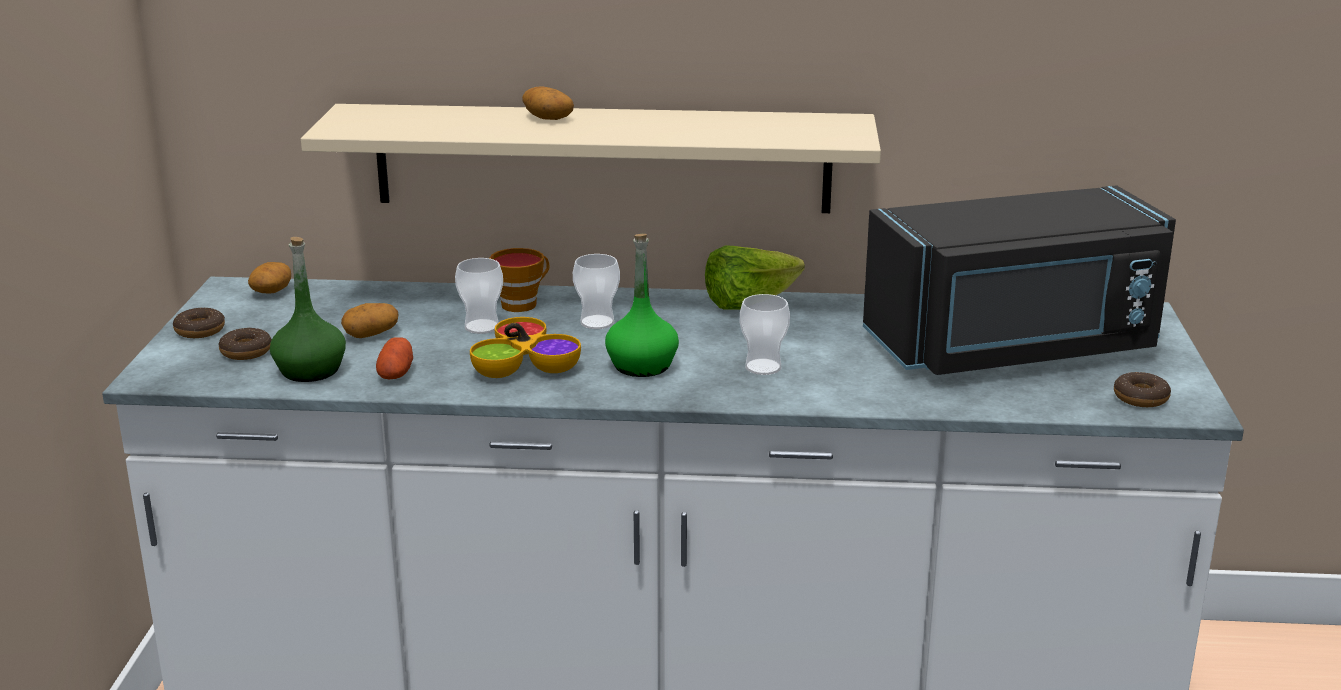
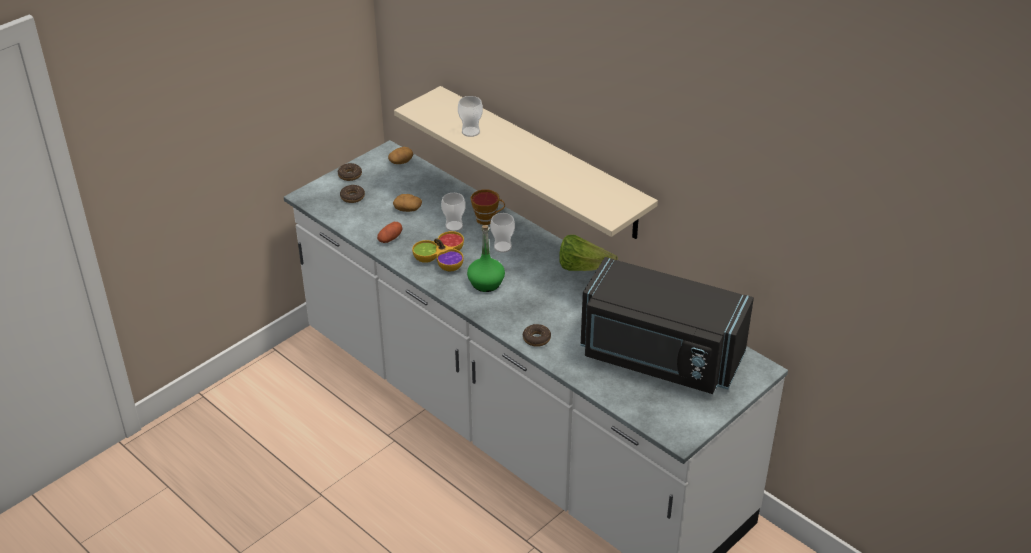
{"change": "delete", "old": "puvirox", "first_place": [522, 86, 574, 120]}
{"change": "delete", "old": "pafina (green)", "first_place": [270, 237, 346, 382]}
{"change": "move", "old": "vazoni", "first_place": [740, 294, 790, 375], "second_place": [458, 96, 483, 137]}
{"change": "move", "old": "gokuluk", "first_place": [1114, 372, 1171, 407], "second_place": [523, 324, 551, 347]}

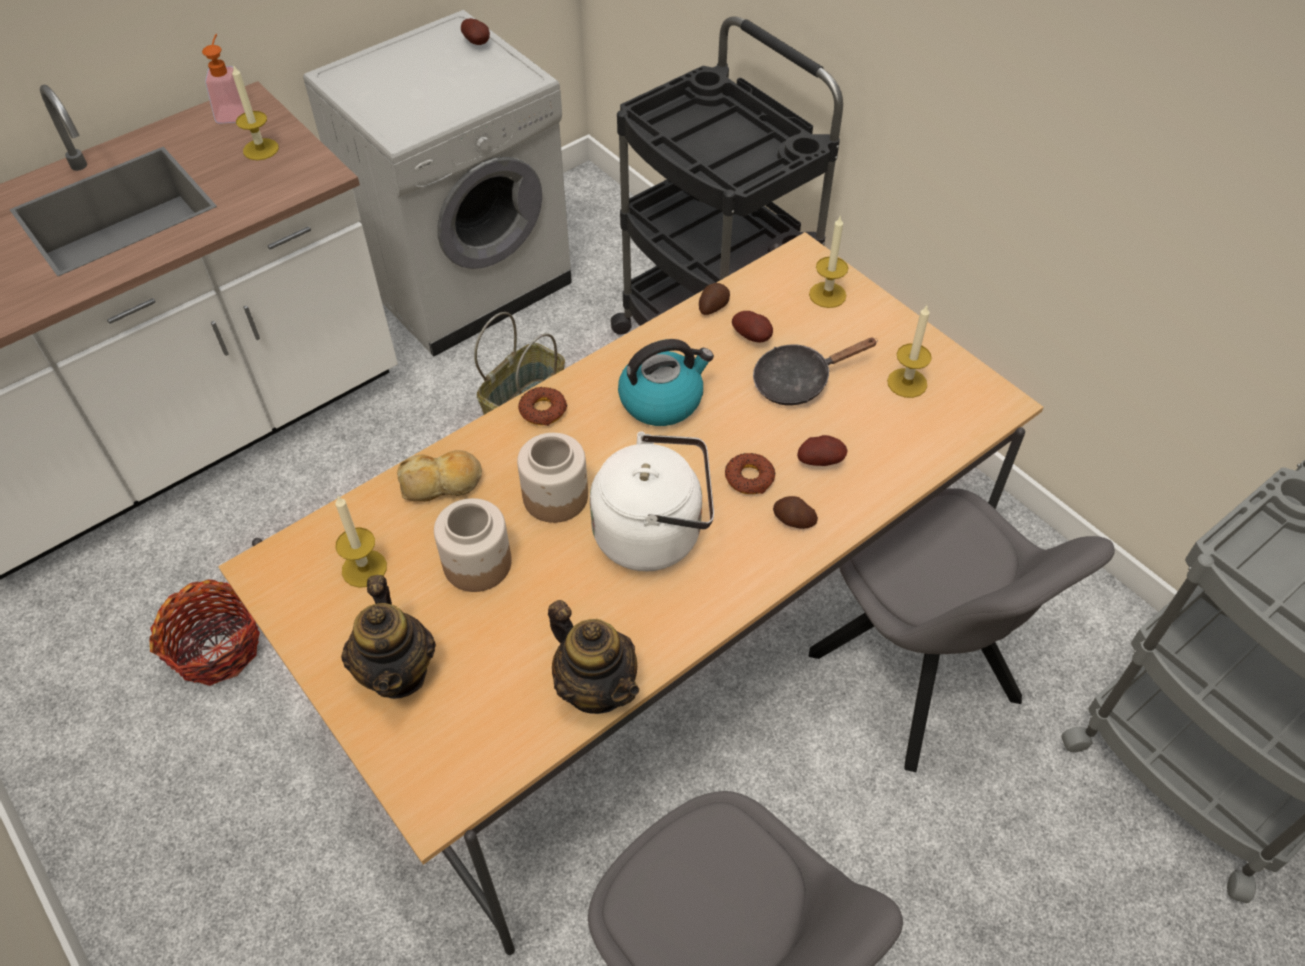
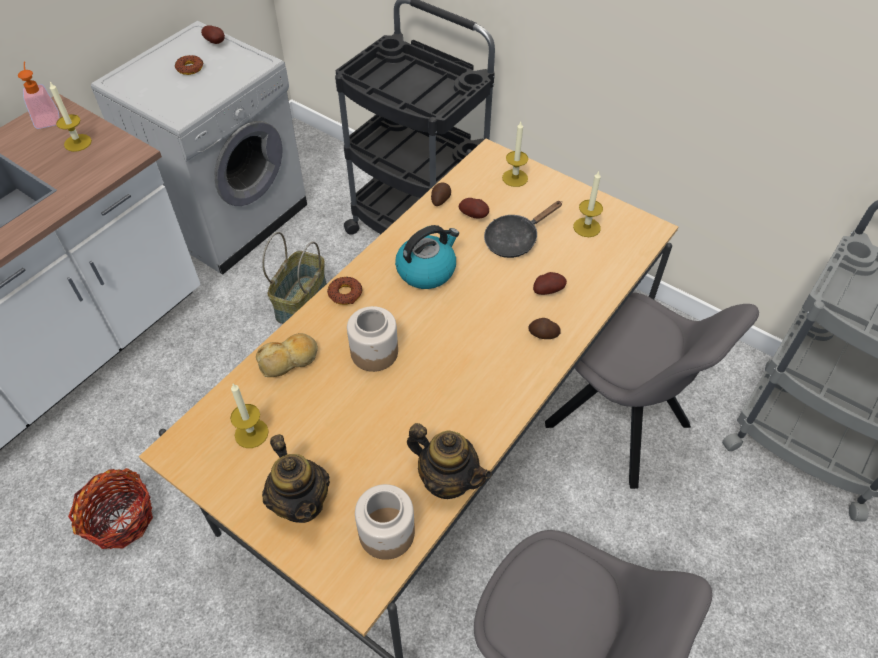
{"change": "delete", "old": "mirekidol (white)", "first_place": [590, 431, 714, 571]}
{"change": "move", "old": "gokuluk", "first_place": [725, 453, 775, 494], "second_place": [175, 55, 203, 75]}
{"change": "move", "old": "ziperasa", "first_place": [434, 498, 512, 592], "second_place": [355, 484, 415, 560]}

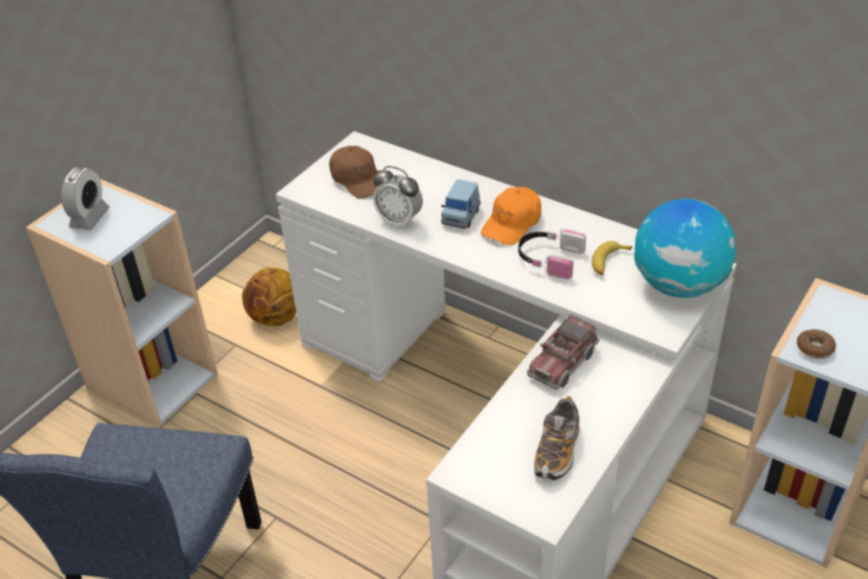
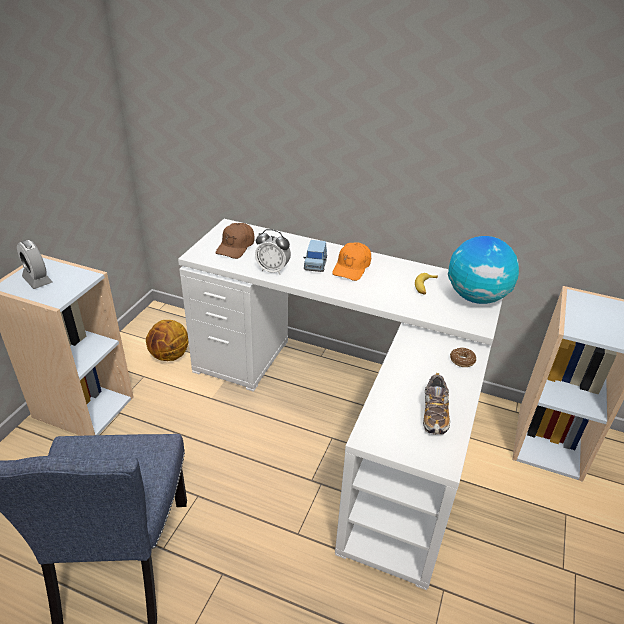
{"change": "rotate", "old": "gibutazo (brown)", "first_place": [329, 146, 379, 199], "second_place": [216, 223, 255, 259], "degrees": 75}
{"change": "rotate", "old": "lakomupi", "first_place": [61, 167, 110, 230], "second_place": [17, 240, 53, 289], "degrees": 135}
{"change": "delete", "old": "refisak", "first_place": [518, 228, 586, 279]}
{"change": "delete", "old": "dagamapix", "first_place": [527, 315, 600, 390]}
{"change": "move", "old": "gokuluk", "first_place": [797, 329, 836, 359], "second_place": [450, 348, 476, 367]}

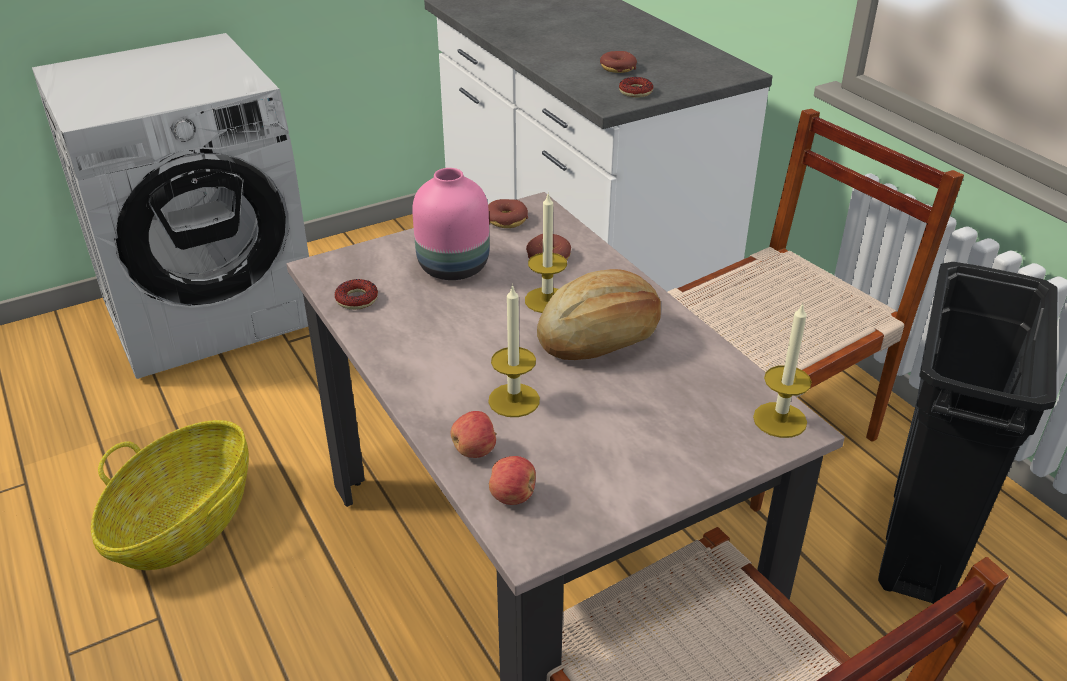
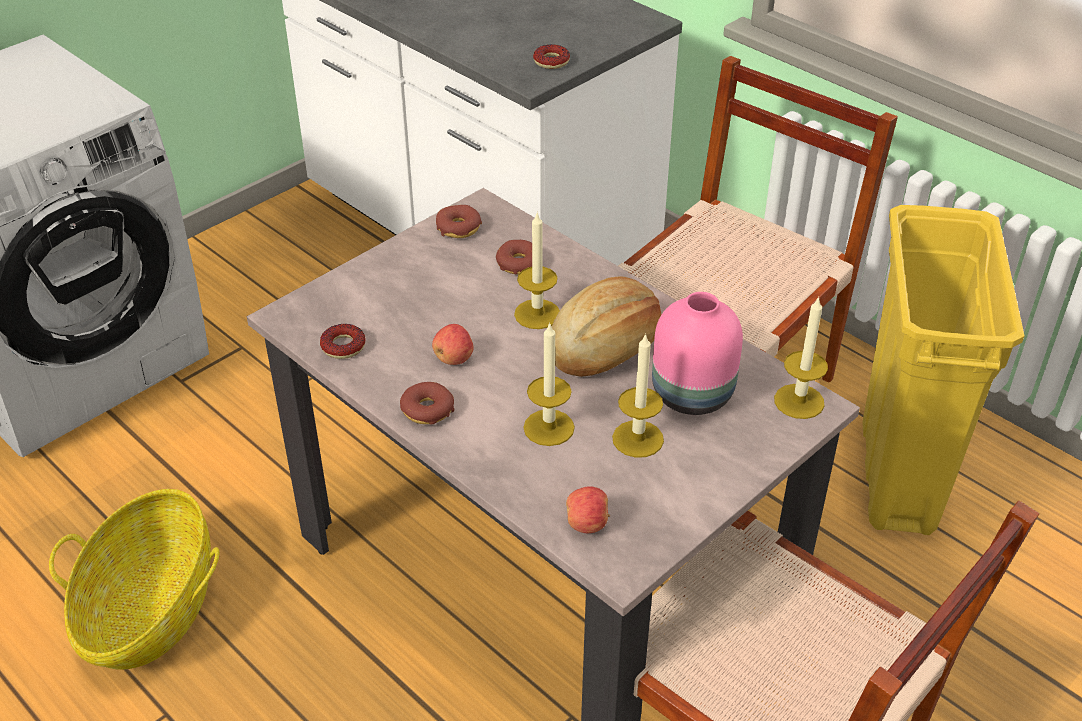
{"change": "move", "old": "gokuluk", "first_place": [600, 51, 637, 73], "second_place": [400, 382, 454, 425]}
{"change": "move", "old": "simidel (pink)", "first_place": [412, 168, 489, 280], "second_place": [652, 292, 743, 415]}
{"change": "recolor", "old": "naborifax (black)", "new": "naborifax (yellow)", "first_place": [878, 262, 1058, 604], "second_place": [862, 205, 1025, 535]}
{"change": "move", "old": "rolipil", "first_place": [451, 411, 497, 458], "second_place": [432, 324, 474, 365]}
{"change": "insert", "new": "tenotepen", "second_place": [612, 333, 664, 458]}

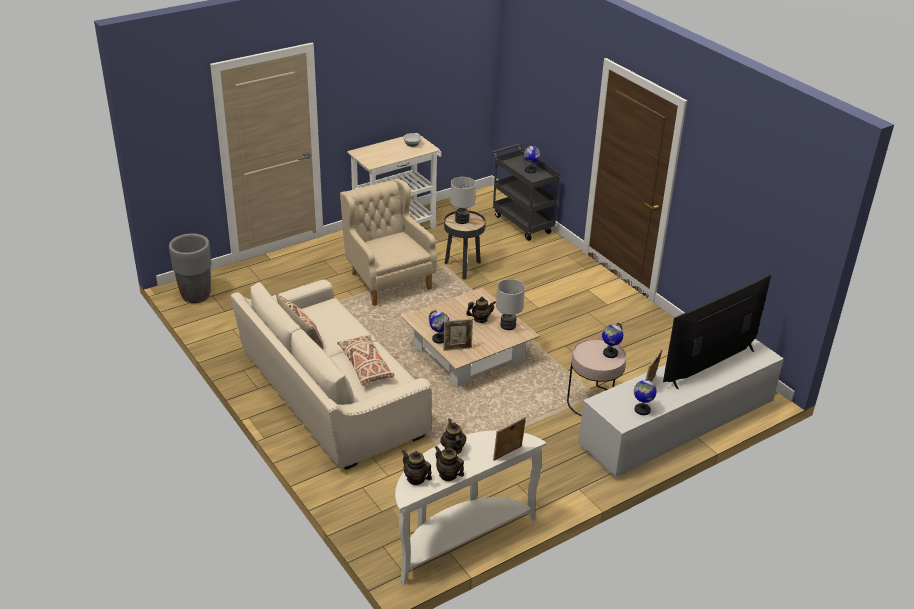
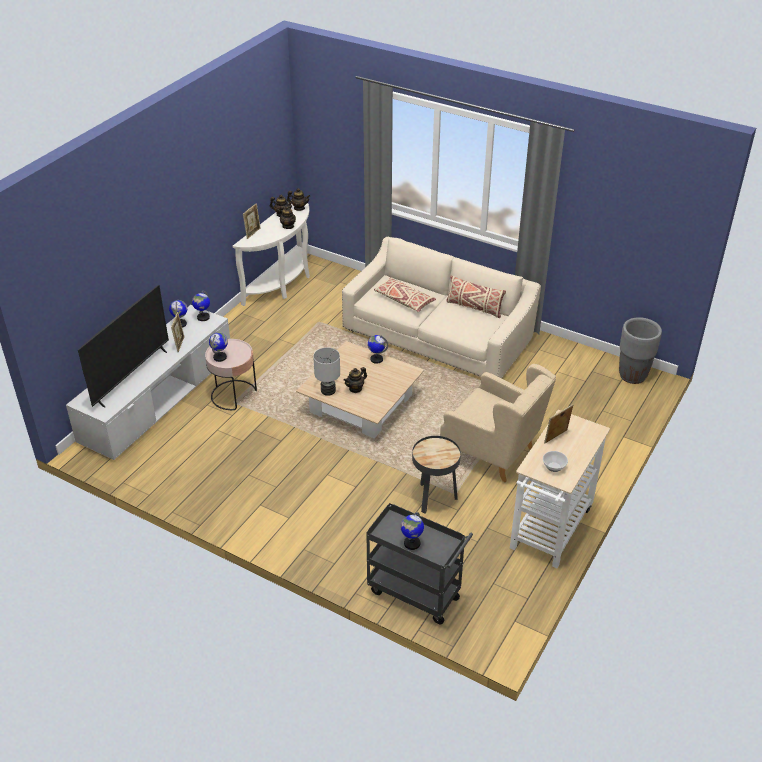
{"change": "delete", "old": "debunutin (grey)", "first_place": [451, 177, 476, 224]}
{"change": "move", "old": "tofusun", "first_place": [443, 319, 473, 351], "second_place": [544, 404, 573, 443]}
{"change": "insert", "new": "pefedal", "second_place": [192, 291, 210, 321]}

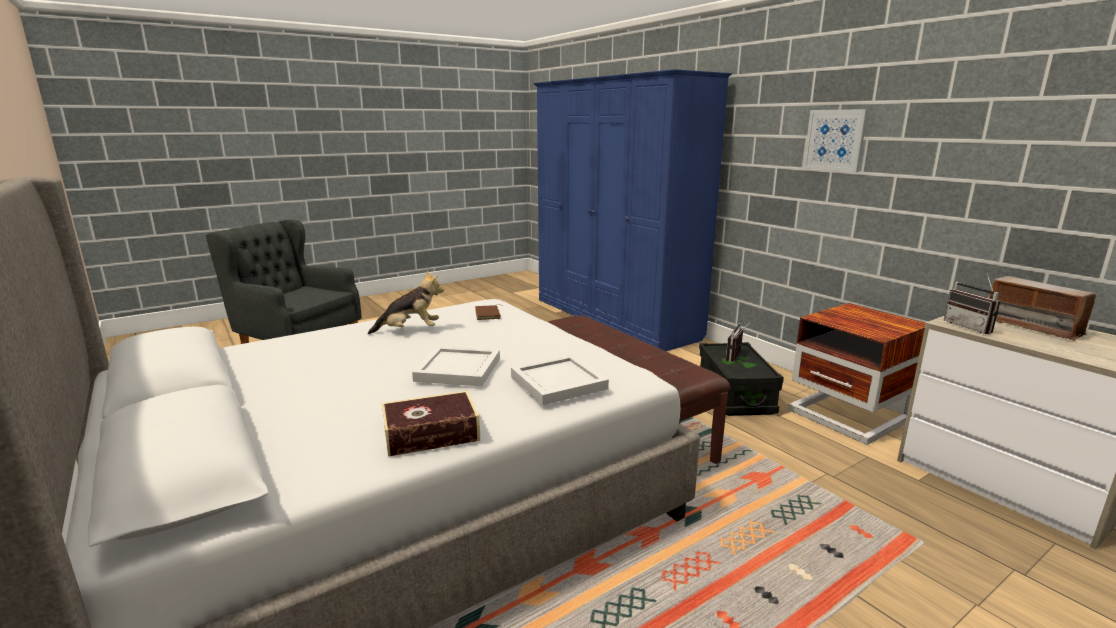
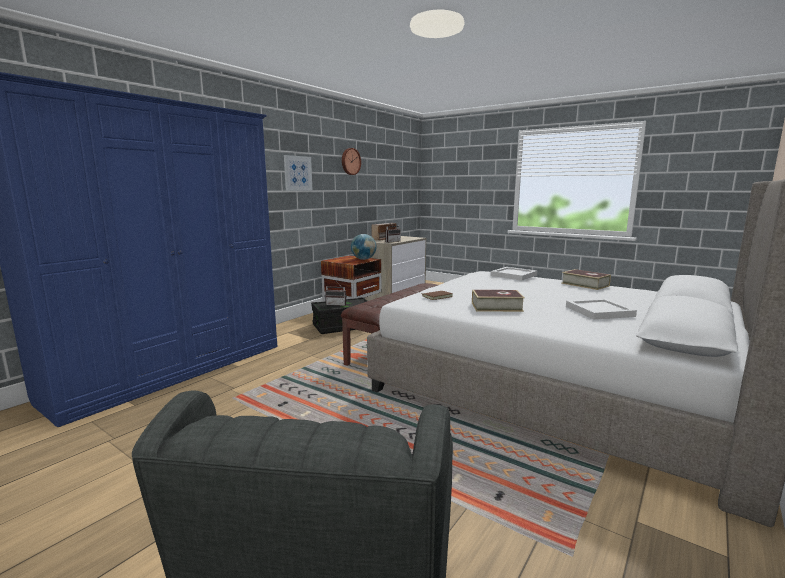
{"change": "replace", "old": "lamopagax", "new": "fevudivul", "first_place": [368, 271, 444, 334], "second_place": [472, 290, 525, 312]}
{"change": "move", "old": "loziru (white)", "first_place": [412, 346, 500, 386], "second_place": [566, 299, 637, 320]}
{"change": "insert", "new": "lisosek", "second_place": [342, 148, 361, 175]}
{"change": "insert", "new": "pefedal", "second_place": [351, 234, 377, 260]}

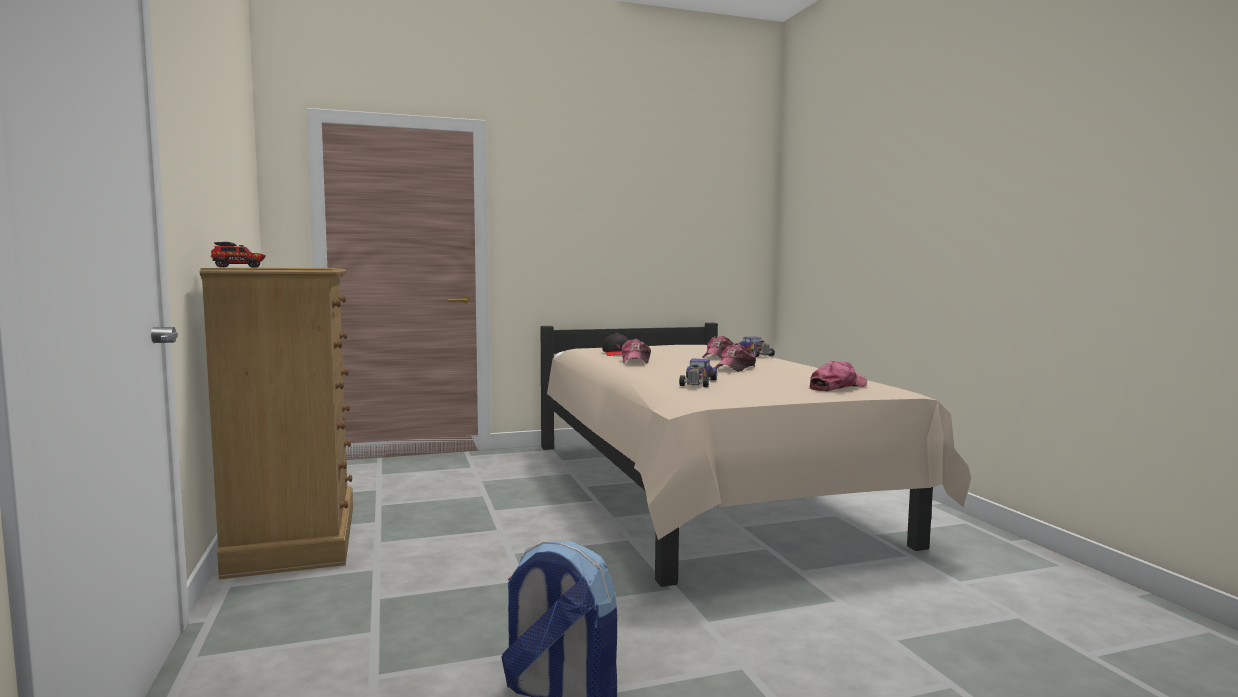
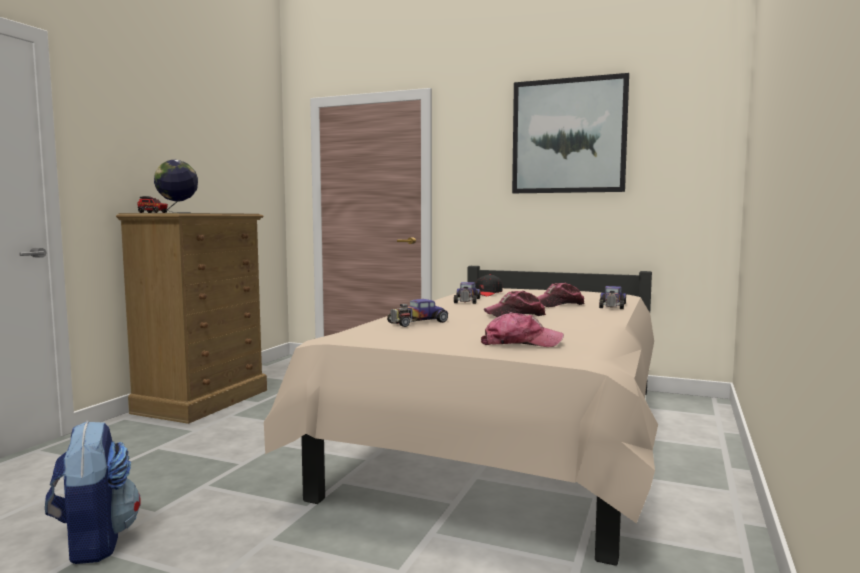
{"change": "replace", "old": "gibutazo", "new": "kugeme", "first_place": [621, 339, 651, 364], "second_place": [454, 282, 480, 304]}
{"change": "insert", "new": "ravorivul", "second_place": [512, 73, 629, 193]}
{"change": "insert", "new": "pefedal", "second_place": [154, 160, 198, 213]}

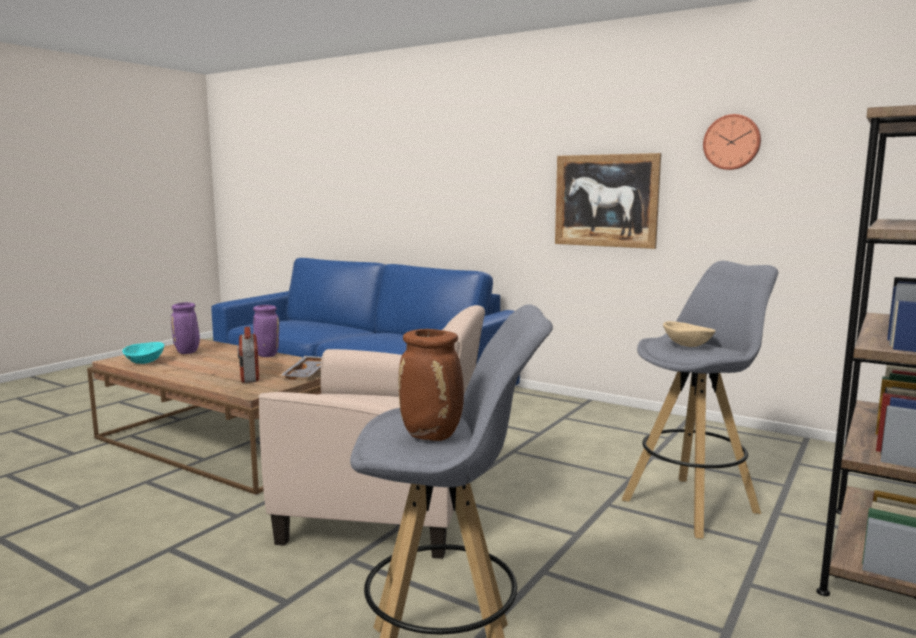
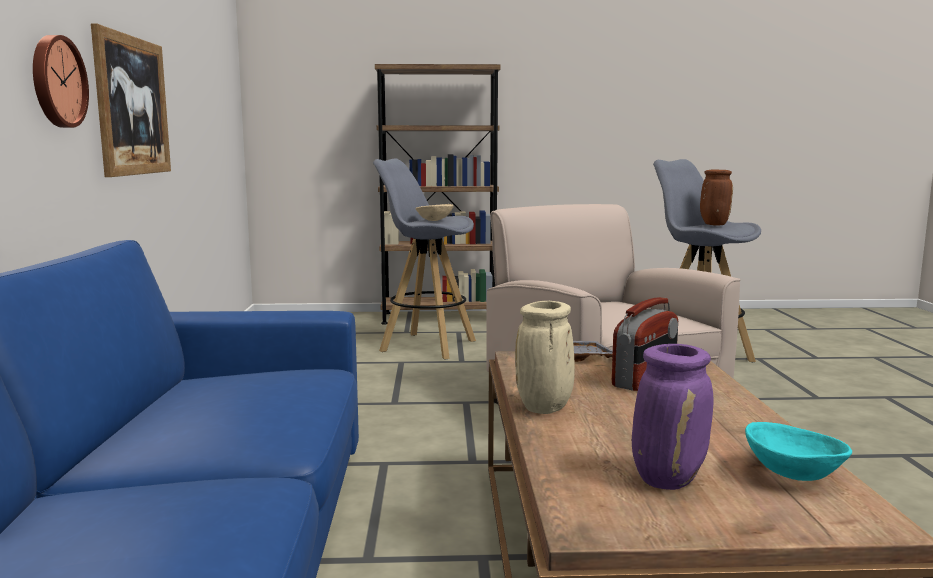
{"change": "move", "old": "lisosek", "first_place": [703, 114, 761, 170], "second_place": [33, 35, 89, 128]}
{"change": "recolor", "old": "simidel (purple)", "new": "simidel (beige)", "first_place": [253, 305, 279, 357], "second_place": [515, 301, 575, 414]}

